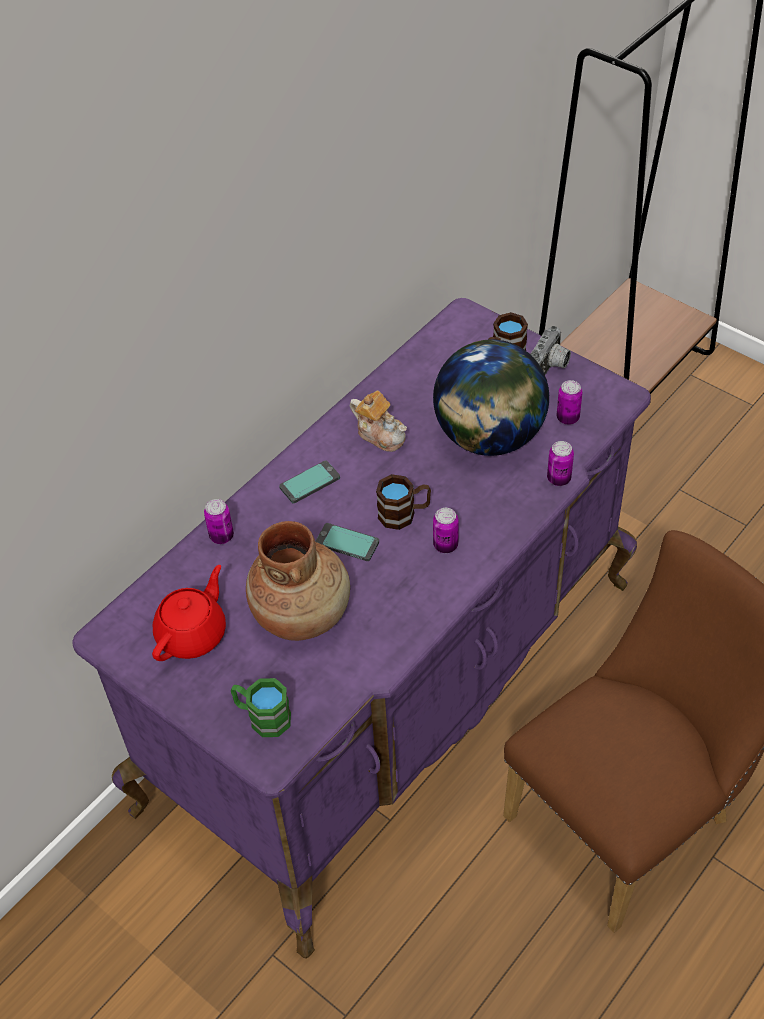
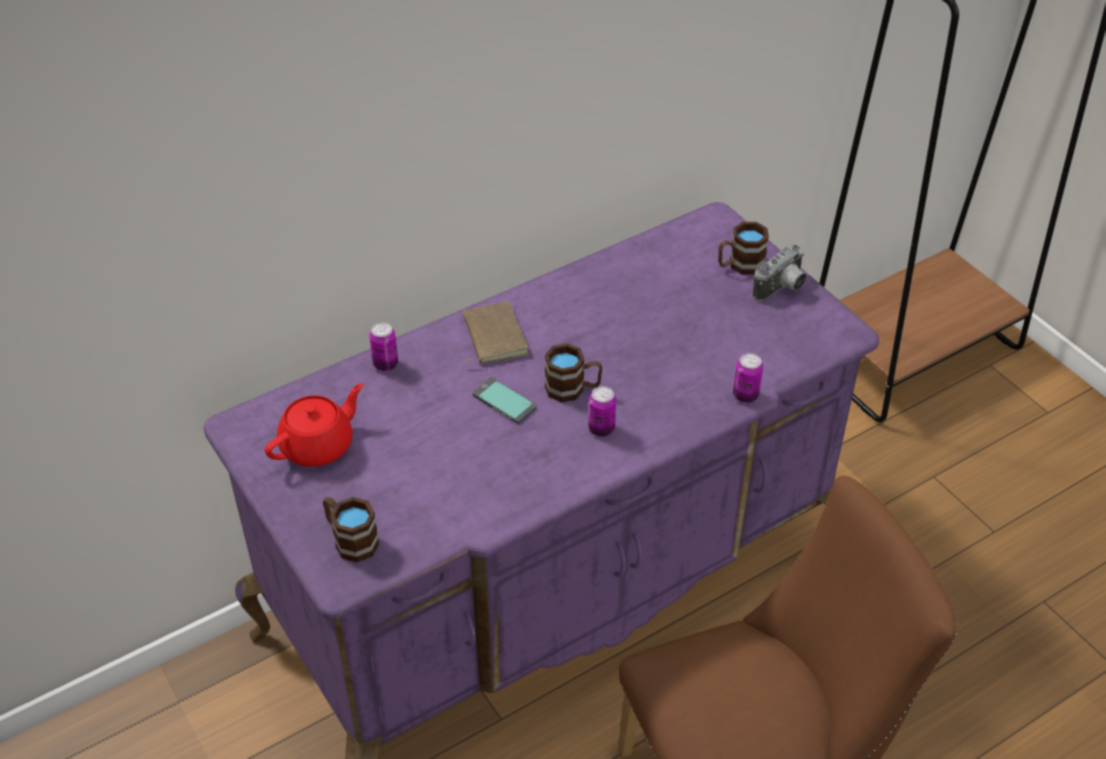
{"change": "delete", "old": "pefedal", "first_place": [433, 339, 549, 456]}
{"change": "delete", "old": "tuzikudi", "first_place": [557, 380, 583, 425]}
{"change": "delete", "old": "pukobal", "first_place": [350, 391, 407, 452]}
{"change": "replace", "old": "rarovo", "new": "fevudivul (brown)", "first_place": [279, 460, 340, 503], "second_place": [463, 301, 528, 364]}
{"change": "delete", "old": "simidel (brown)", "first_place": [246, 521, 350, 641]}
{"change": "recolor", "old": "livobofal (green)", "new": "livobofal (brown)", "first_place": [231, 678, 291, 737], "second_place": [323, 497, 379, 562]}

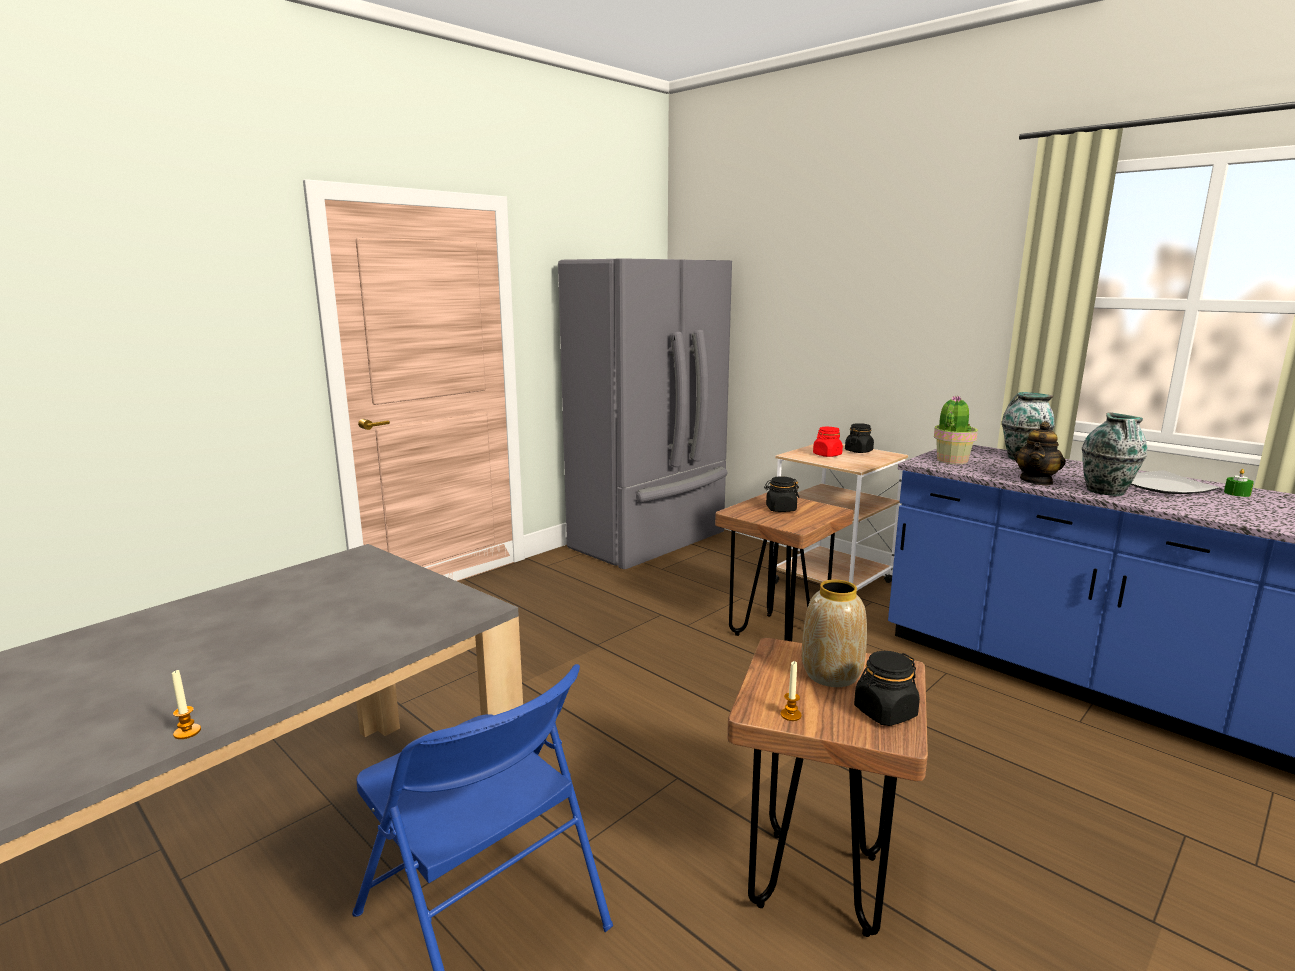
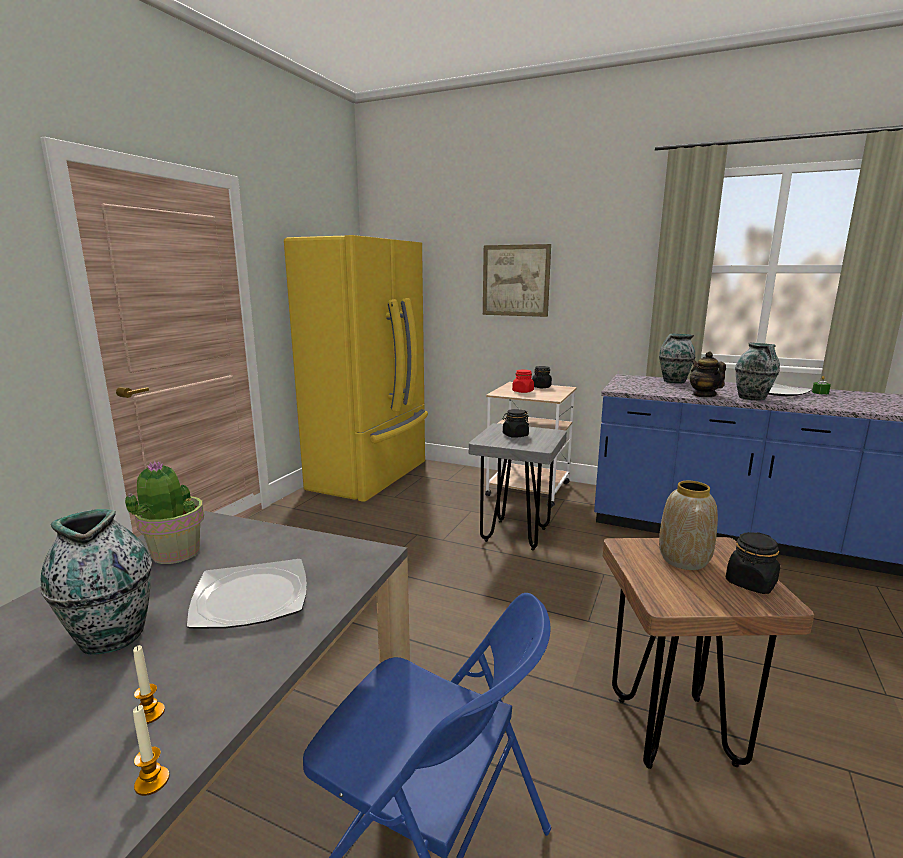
{"change": "recolor", "old": "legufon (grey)", "new": "legufon (yellow)", "first_place": [558, 258, 732, 569], "second_place": [284, 235, 428, 502]}
{"change": "move", "old": "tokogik", "first_place": [934, 396, 978, 464], "second_place": [124, 460, 204, 564]}
{"change": "rotate", "old": "pukobal", "first_place": [1014, 421, 1066, 486], "second_place": [690, 351, 726, 397], "degrees": 150}
{"change": "recolor", "old": "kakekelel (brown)", "new": "kakekelel (grey)", "first_place": [715, 493, 853, 641], "second_place": [469, 423, 567, 550]}
{"change": "move", "old": "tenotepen", "first_place": [781, 661, 801, 721], "second_place": [133, 645, 165, 724]}
{"change": "insert", "new": "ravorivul", "second_place": [483, 244, 551, 317]}
{"change": "insert", "new": "simidel", "second_place": [40, 509, 152, 655]}
{"change": "insert", "new": "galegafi", "second_place": [187, 559, 307, 629]}

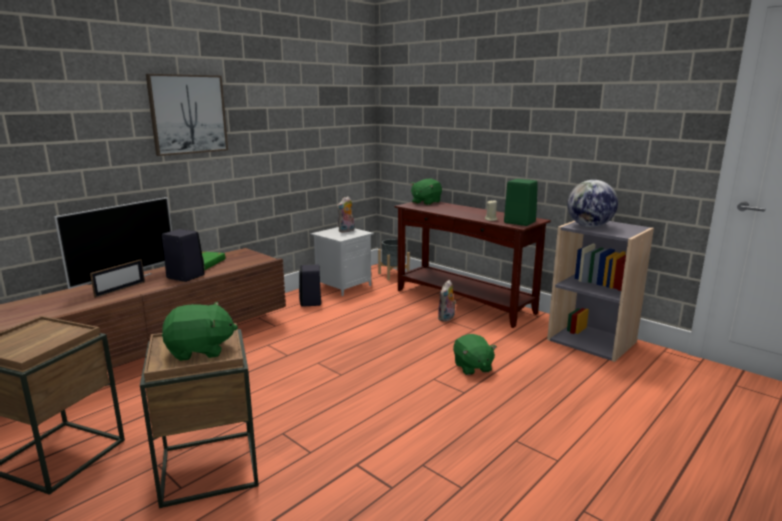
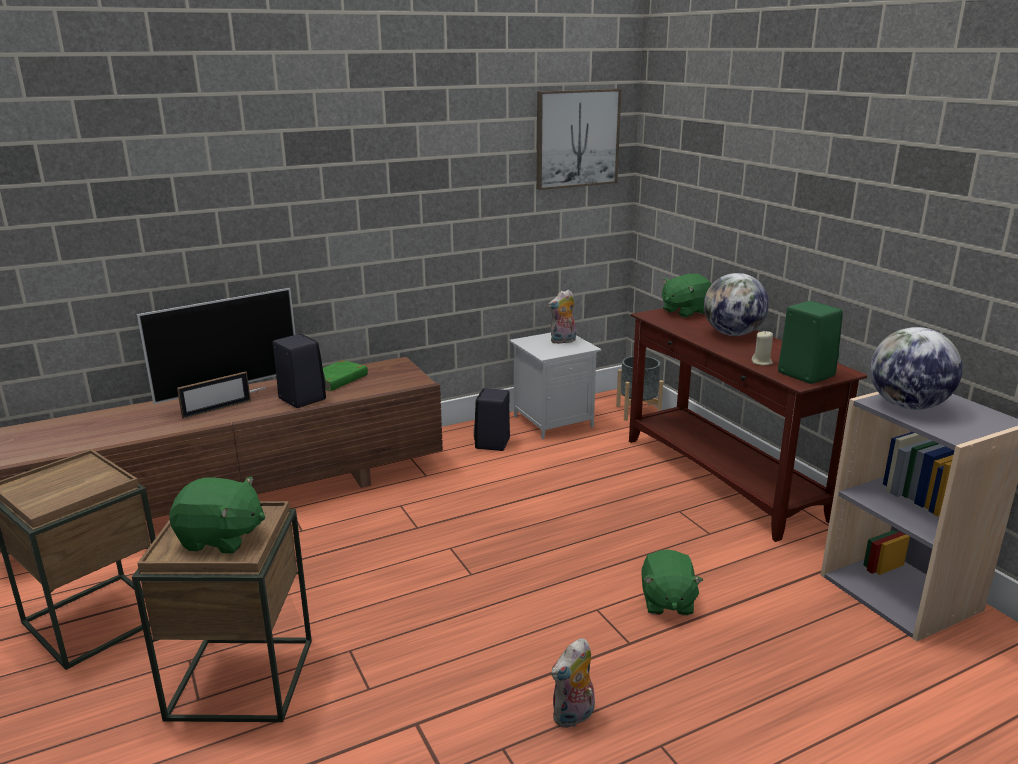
{"change": "move", "old": "ravorivul", "first_place": [146, 74, 228, 156], "second_place": [537, 89, 621, 190]}
{"change": "move", "old": "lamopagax", "first_place": [438, 280, 456, 322], "second_place": [551, 638, 595, 728]}
{"change": "insert", "new": "pefedal", "second_place": [704, 273, 769, 336]}

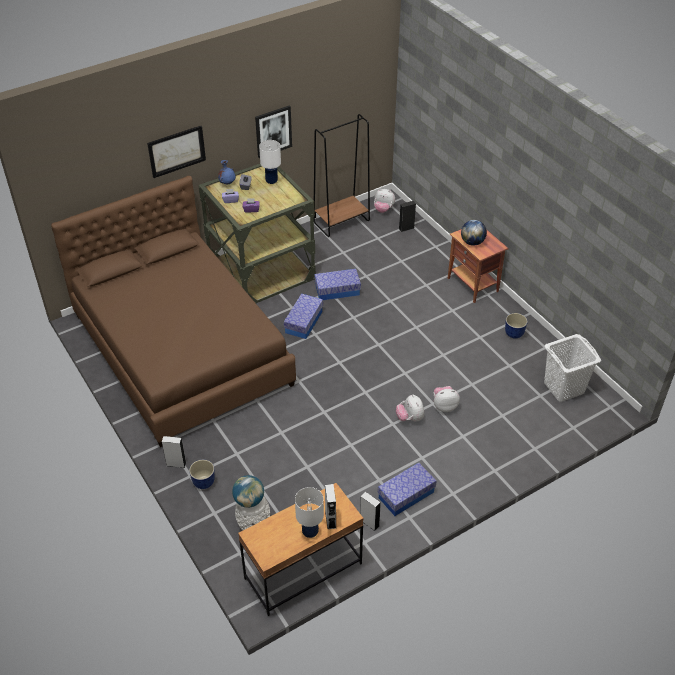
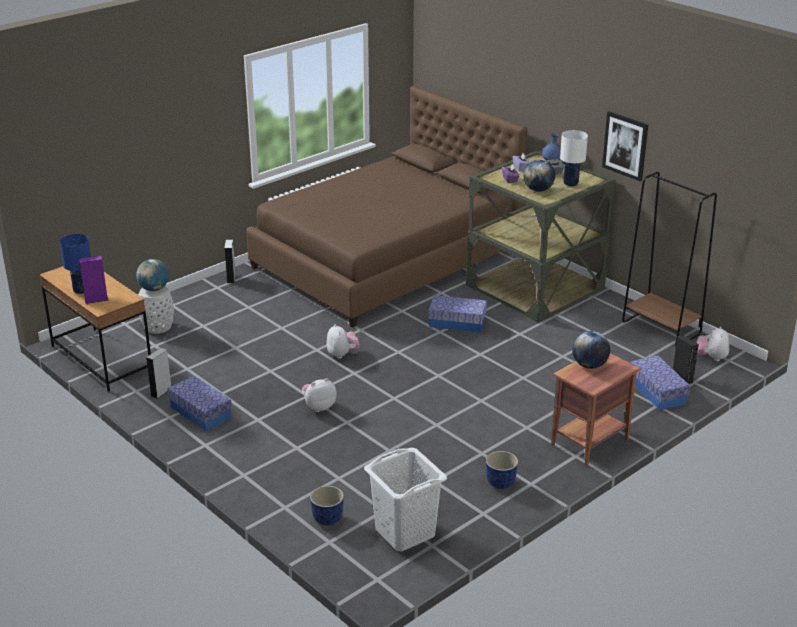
{"change": "delete", "old": "ravorivul", "first_place": [147, 126, 206, 178]}
{"change": "move", "old": "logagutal", "first_place": [314, 269, 361, 300], "second_place": [630, 355, 690, 410]}
{"change": "move", "old": "lamopagax", "first_place": [434, 386, 460, 412], "second_place": [327, 324, 360, 359]}
{"change": "move", "old": "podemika", "first_place": [189, 460, 215, 489], "second_place": [310, 486, 344, 526]}
{"change": "recolor", "old": "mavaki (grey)", "new": "mavaki (purple)", "first_place": [325, 484, 336, 529], "second_place": [79, 256, 108, 304]}
{"change": "recolor", "old": "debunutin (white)", "new": "debunutin (blue)", "first_place": [295, 487, 324, 538], "second_place": [59, 234, 91, 294]}
{"change": "insert", "new": "pefedal", "second_place": [523, 160, 555, 192]}

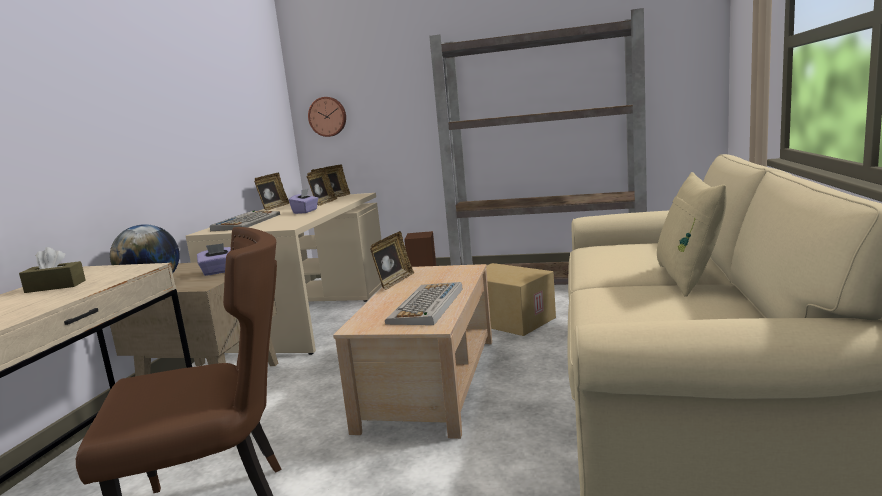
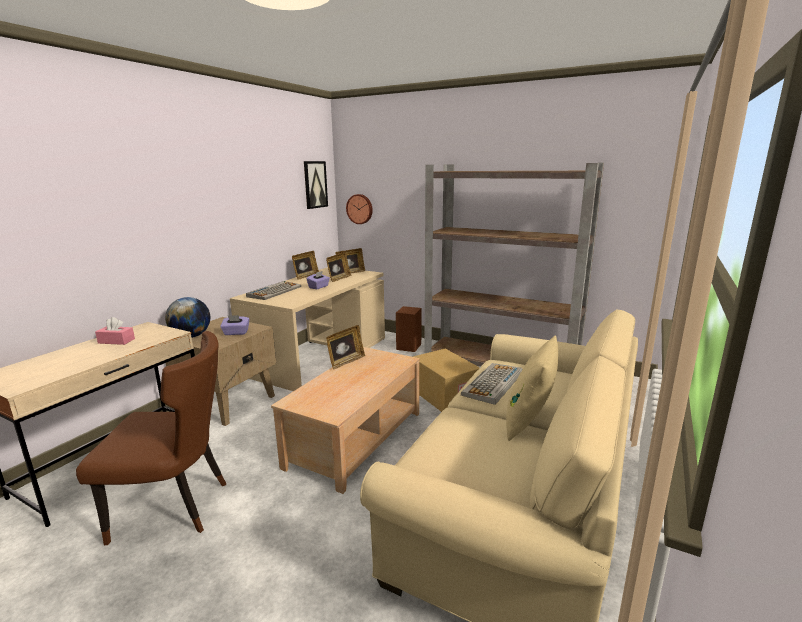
{"change": "recolor", "old": "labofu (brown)", "new": "labofu (pink)", "first_place": [19, 247, 86, 293], "second_place": [95, 317, 135, 345]}
{"change": "move", "old": "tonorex", "first_place": [385, 282, 463, 325], "second_place": [461, 363, 522, 405]}
{"change": "insert", "new": "ravorivul", "second_place": [304, 161, 328, 209]}

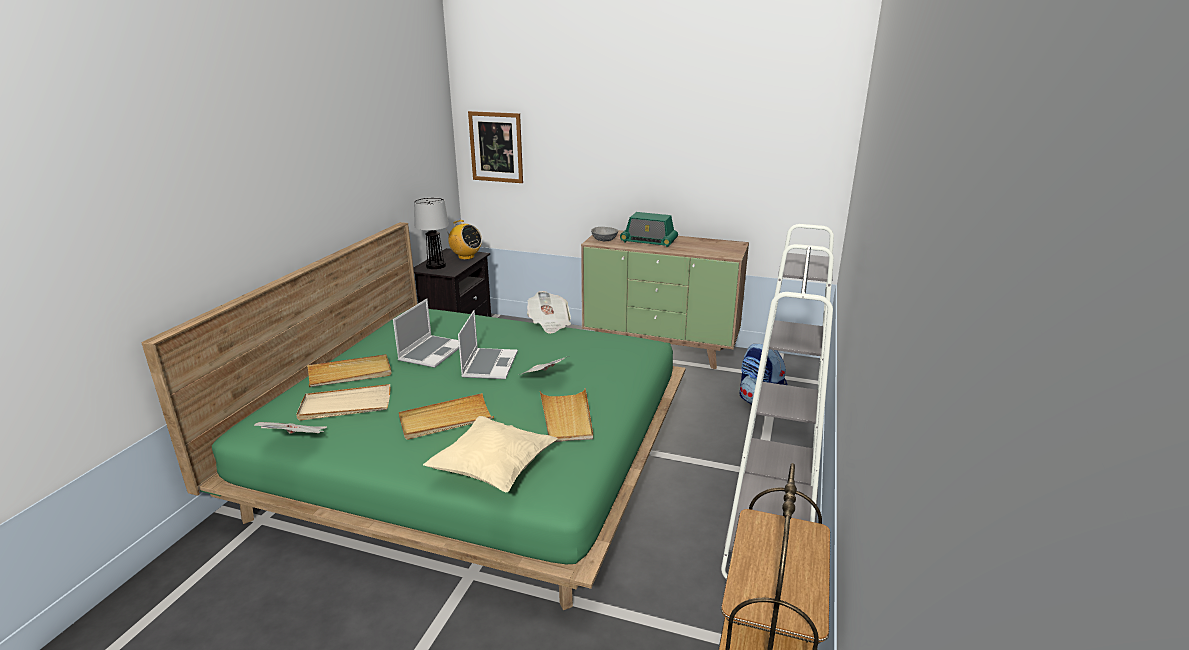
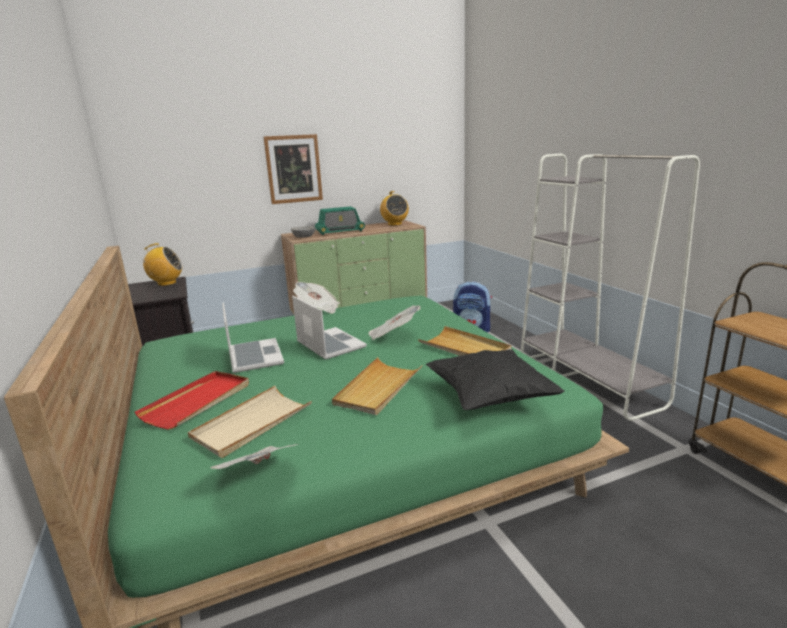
{"change": "move", "old": "ravorivul", "first_place": [468, 111, 523, 183], "second_place": [263, 134, 323, 204]}
{"change": "delete", "old": "debunutin", "first_place": [414, 197, 449, 269]}
{"change": "recolor", "old": "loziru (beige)", "new": "loziru (red)", "first_place": [307, 354, 391, 387], "second_place": [135, 371, 249, 430]}
{"change": "recolor", "old": "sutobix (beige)", "new": "sutobix (black)", "first_place": [423, 416, 558, 493], "second_place": [426, 349, 565, 410]}
{"change": "insert", "new": "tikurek", "second_place": [380, 191, 409, 226]}

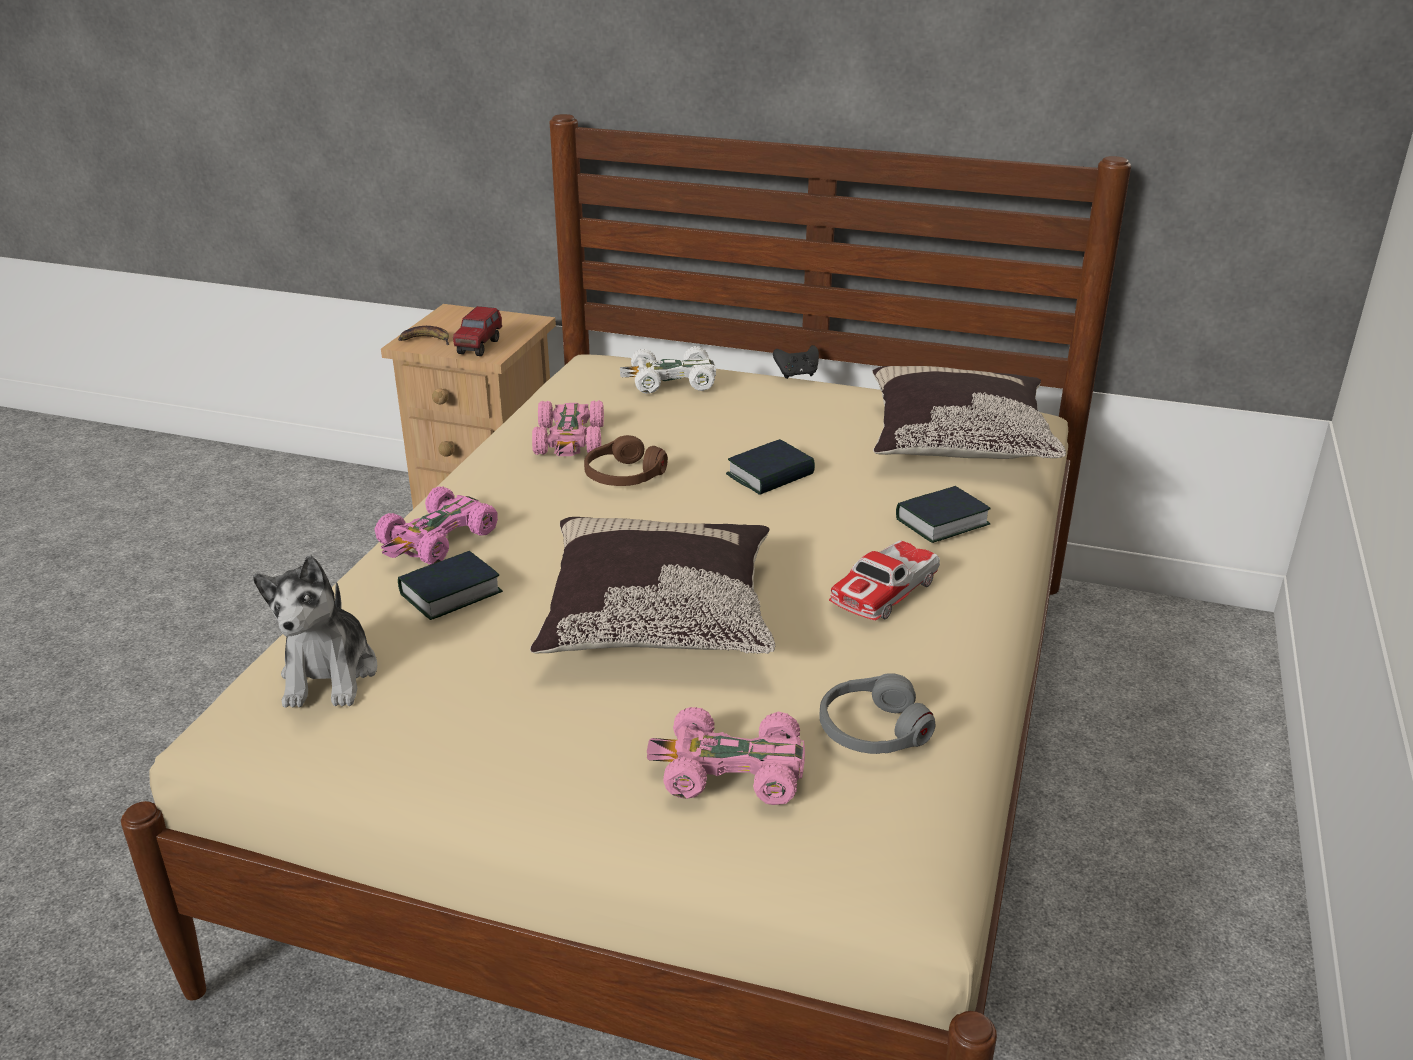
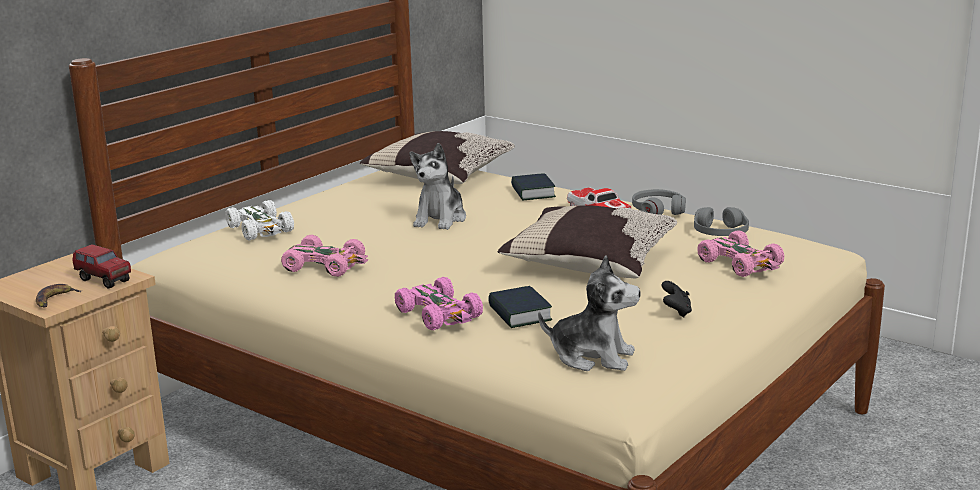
{"change": "move", "old": "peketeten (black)", "first_place": [773, 345, 819, 379], "second_place": [662, 281, 692, 317]}
{"change": "rotate", "old": "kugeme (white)", "first_place": [620, 346, 716, 394], "second_place": [225, 200, 294, 240], "degrees": -45}
{"change": "delete", "old": "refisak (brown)", "first_place": [584, 435, 668, 486]}
{"change": "replace", "old": "fevudivul", "new": "lamopagax", "first_place": [726, 439, 815, 495], "second_place": [410, 143, 466, 230]}
{"change": "rotate", "old": "kugeme (pink)", "first_place": [647, 707, 805, 805], "second_place": [697, 230, 784, 277], "degrees": -60}
{"change": "insert", "new": "refisak (grey)", "second_place": [632, 189, 686, 215]}

